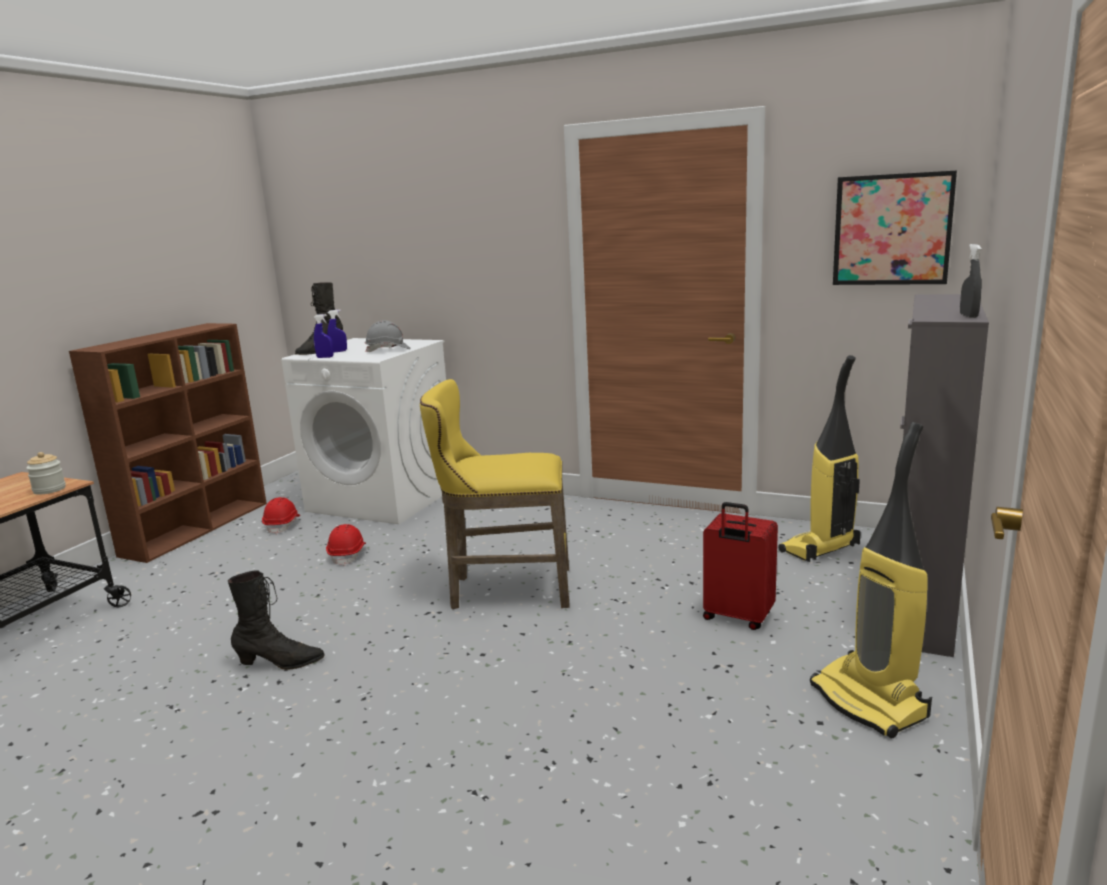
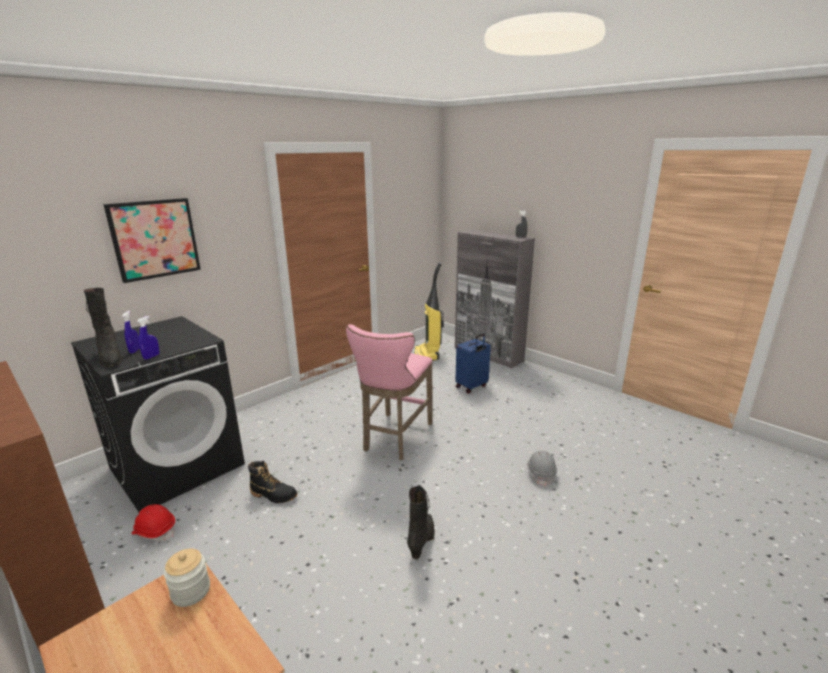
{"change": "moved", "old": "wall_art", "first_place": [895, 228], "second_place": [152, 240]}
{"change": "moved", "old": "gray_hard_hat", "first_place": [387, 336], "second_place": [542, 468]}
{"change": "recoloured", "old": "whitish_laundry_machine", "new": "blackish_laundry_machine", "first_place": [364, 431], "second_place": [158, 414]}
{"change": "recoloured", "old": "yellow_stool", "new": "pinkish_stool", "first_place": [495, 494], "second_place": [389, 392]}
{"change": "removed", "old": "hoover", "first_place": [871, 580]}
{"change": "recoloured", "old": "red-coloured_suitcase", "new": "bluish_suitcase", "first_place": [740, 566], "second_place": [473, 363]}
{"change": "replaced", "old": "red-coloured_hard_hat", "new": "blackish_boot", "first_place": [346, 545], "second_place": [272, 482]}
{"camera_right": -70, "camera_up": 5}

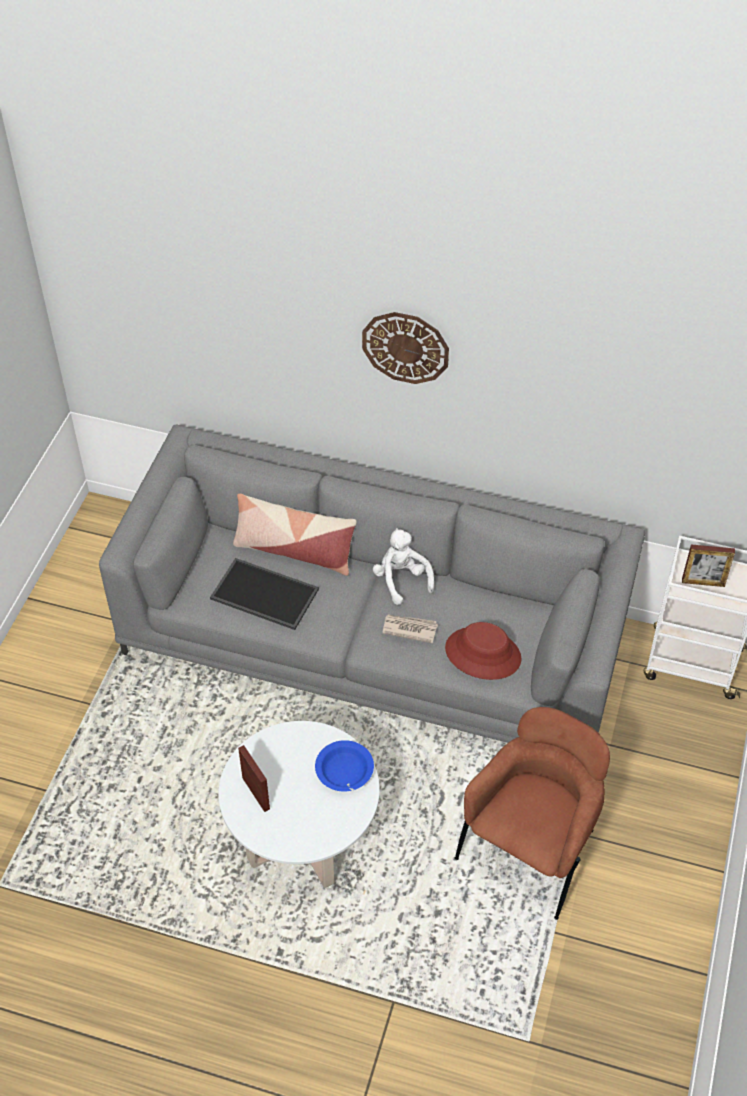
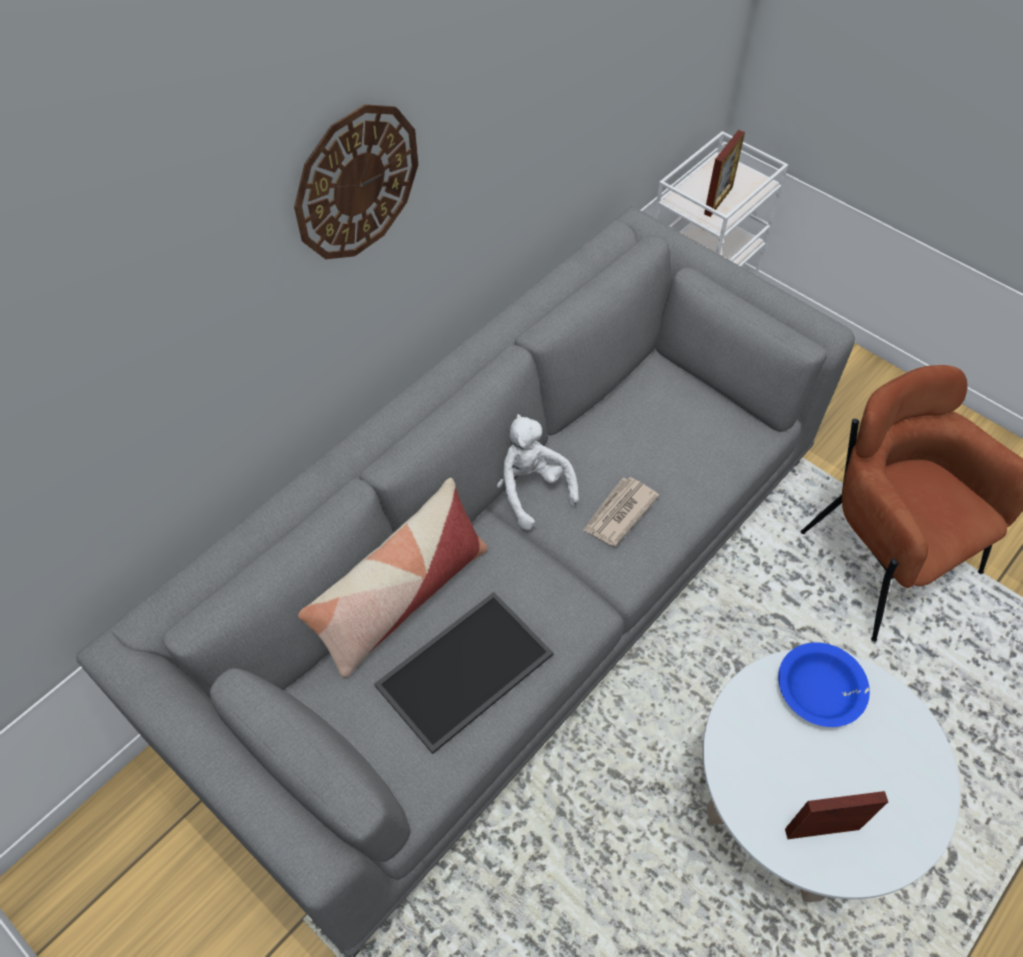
{"change": "turned", "old": "whitish_cuddly_toy", "first_place": [403, 566], "second_place": [538, 472], "degrees": 60}
{"change": "removed", "old": "red-coloured_clothing_hat", "first_place": [483, 651]}
{"camera_right": -65, "camera_up": 5}

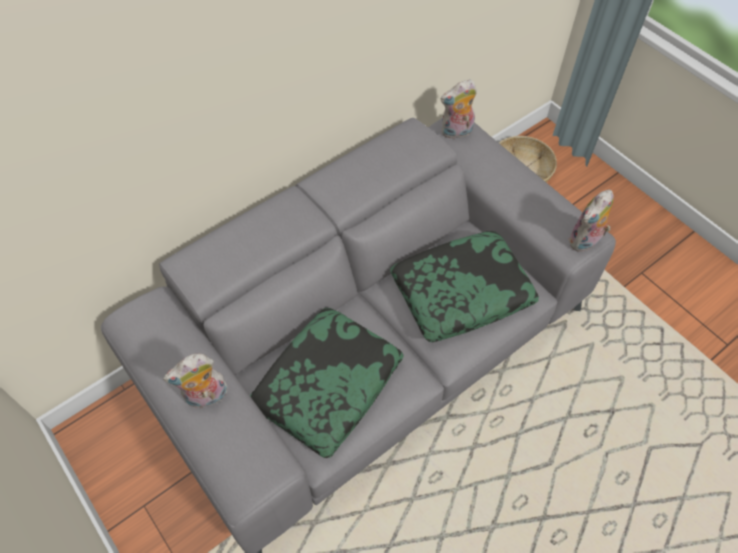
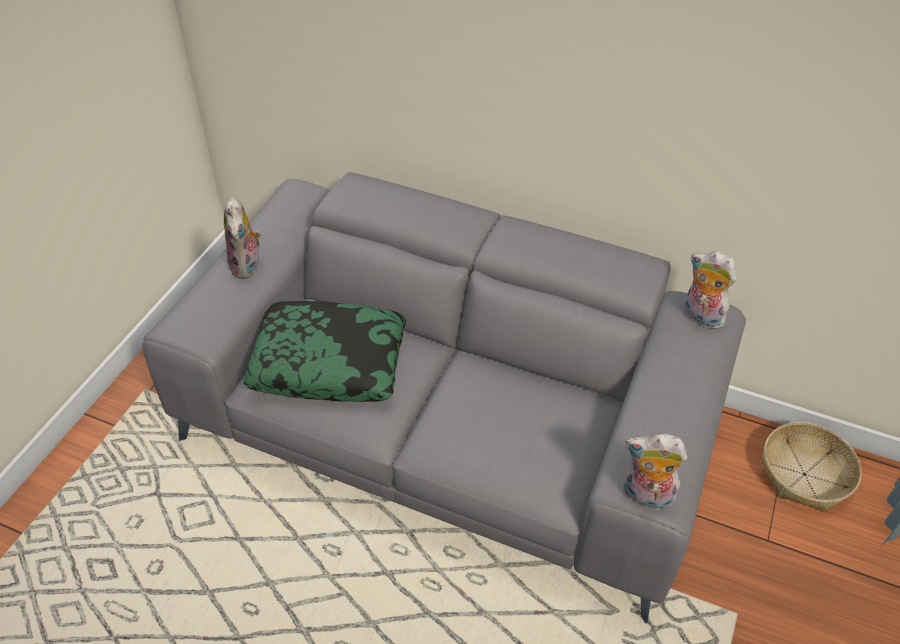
{"change": "removed", "old": "cushion", "first_place": [464, 286]}
{"change": "turned", "old": "cuddly_toy", "first_place": [195, 381], "second_place": [242, 238], "degrees": -135}
{"camera_right": 60, "camera_up": -10}

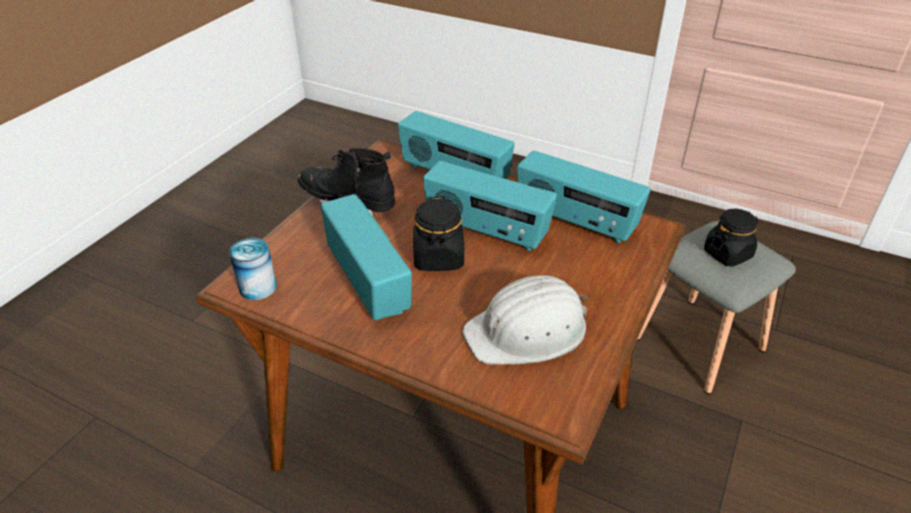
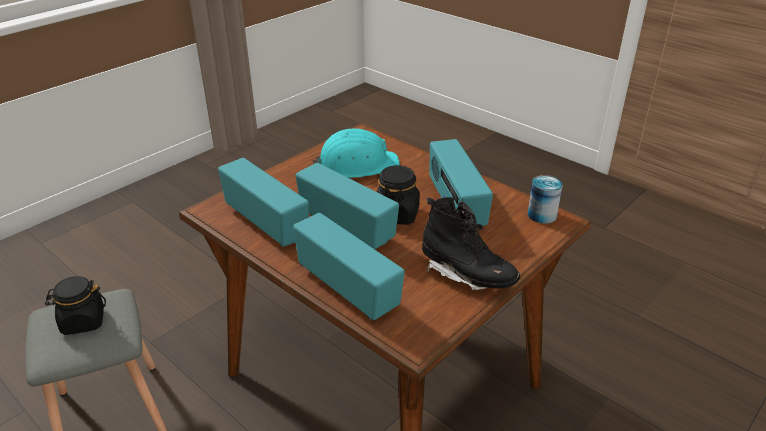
{"change": "recoloured", "old": "whitish_hard_hat", "new": "turquoise_hard_hat", "first_place": [524, 319], "second_place": [356, 153]}
{"camera_right": -165, "camera_up": -5}

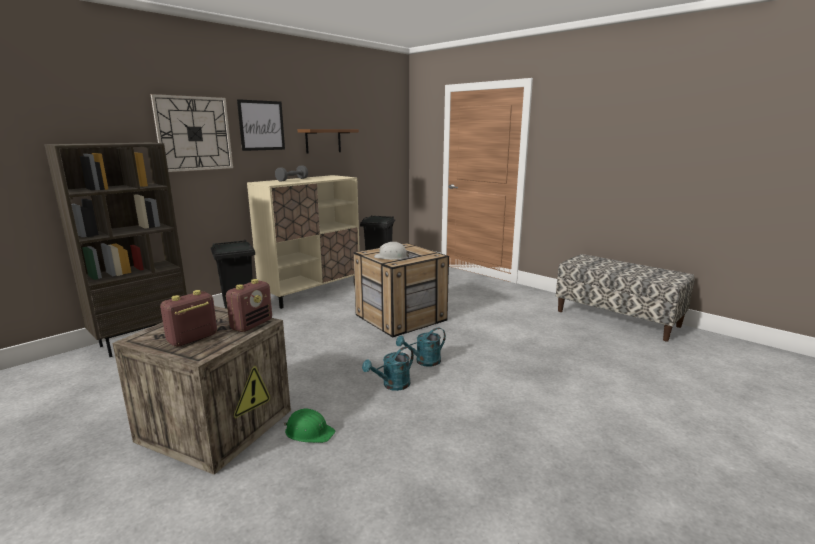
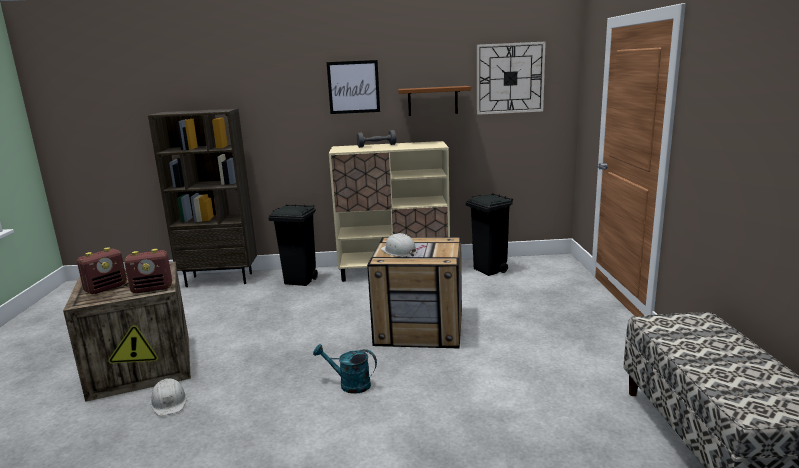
{"change": "moved", "old": "clock_on_the_wall", "first_place": [192, 133], "second_place": [511, 78]}
{"change": "turned", "old": "radio_receiver", "first_place": [188, 318], "second_place": [102, 270], "degrees": 135}
{"change": "removed", "old": "turquoise_watering_pot", "first_place": [388, 368]}
{"change": "recoloured", "old": "greenish_hard_hat", "new": "whitish_hard_hat", "first_place": [309, 426], "second_place": [168, 397]}
{"camera_right": 45, "camera_up": 0}

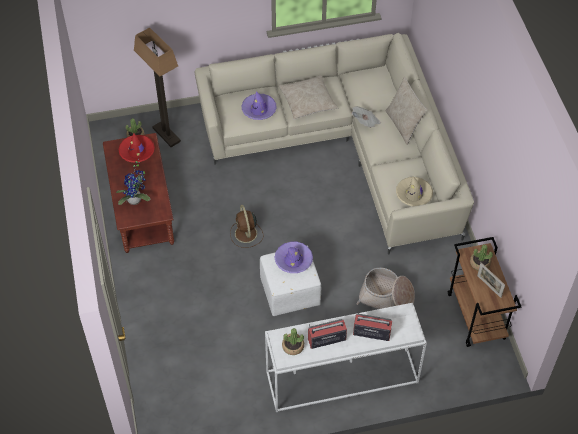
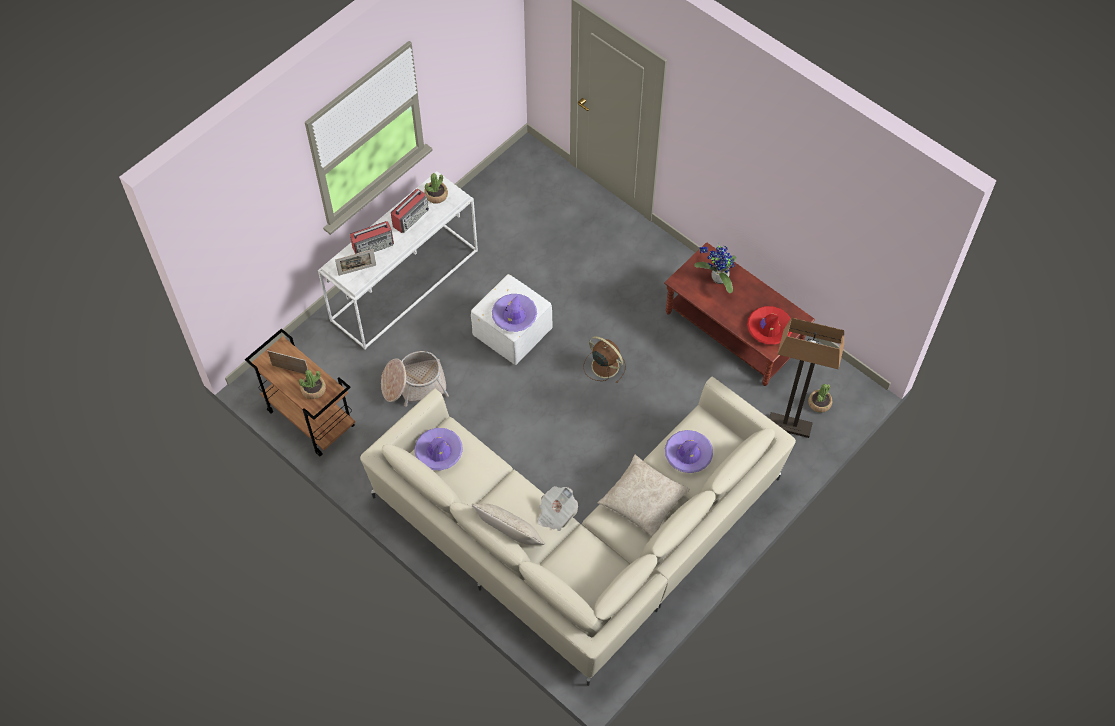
{"change": "recoloured", "old": "sand-coloured_clothing_hat", "new": "purple_clothing_hat", "first_place": [414, 191], "second_place": [439, 449]}
{"change": "added", "new": "photo_frame", "second_place": [355, 262]}
{"camera_right": 145, "camera_up": 5}

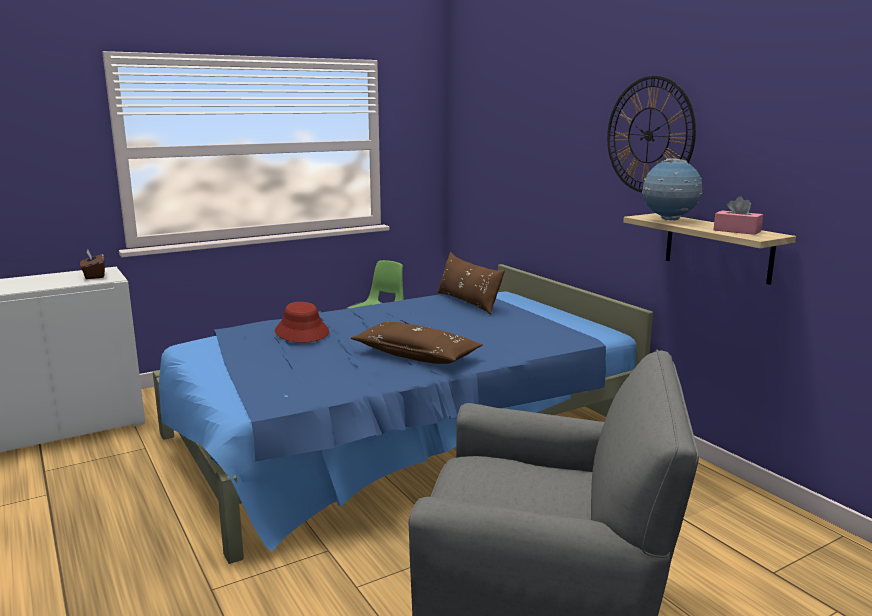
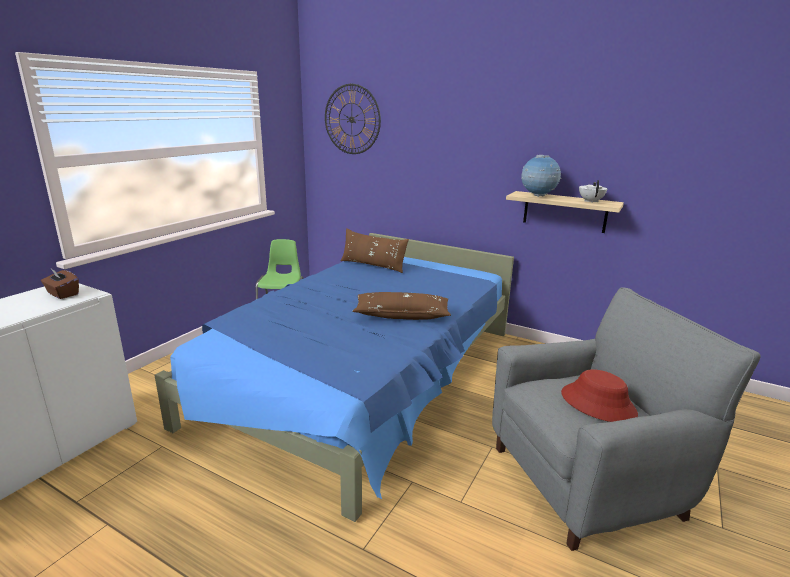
{"change": "moved", "old": "clock_on_the_wall", "first_place": [651, 134], "second_place": [353, 119]}
{"change": "replaced", "old": "pinkish_tissue_holder", "new": "whitish_teapot", "first_place": [738, 215], "second_place": [593, 191]}
{"change": "moved", "old": "red-coloured_clothing_hat", "first_place": [302, 322], "second_place": [599, 395]}
{"camera_right": -30, "camera_up": 5}

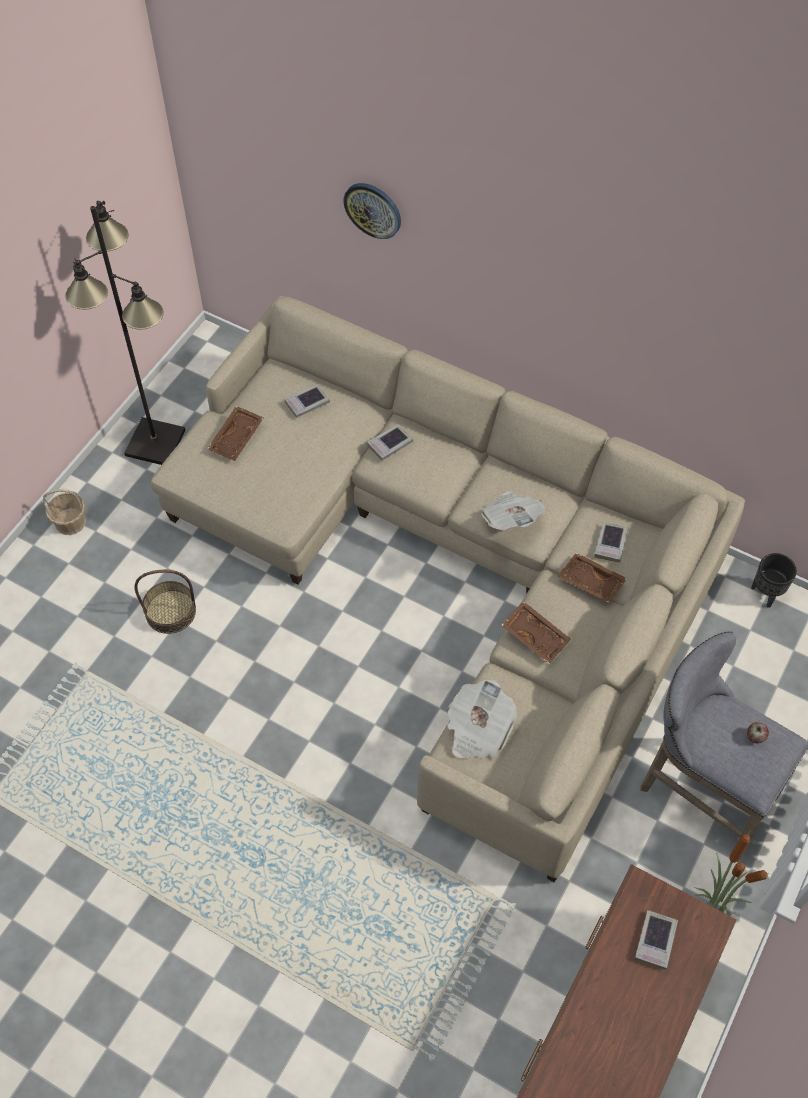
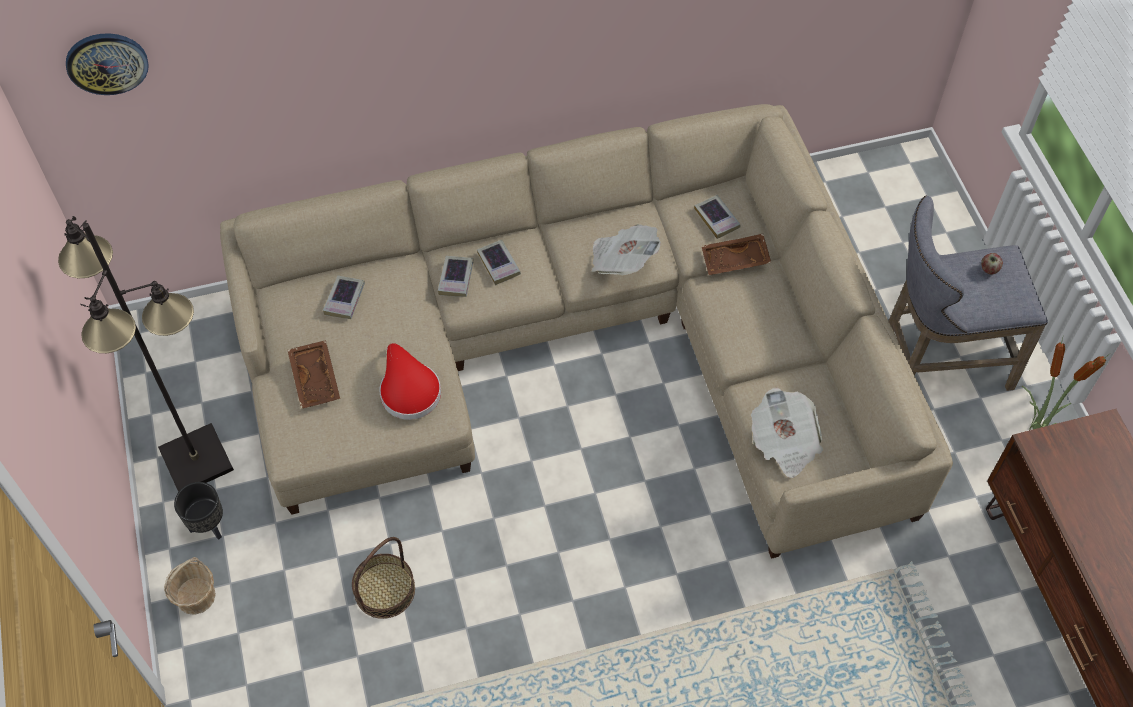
{"change": "moved", "old": "clock_on_the_wall", "first_place": [372, 211], "second_place": [107, 64]}
{"change": "moved", "old": "blackish_planter", "first_place": [774, 580], "second_place": [198, 511]}
{"change": "removed", "old": "brown_carrying_tray", "first_place": [536, 632]}
{"change": "moved", "old": "volume", "first_place": [656, 940], "second_place": [499, 262]}
{"change": "added", "new": "red-coloured_clothing_hat", "second_place": [410, 381]}
{"camera_right": -45, "camera_up": 0}

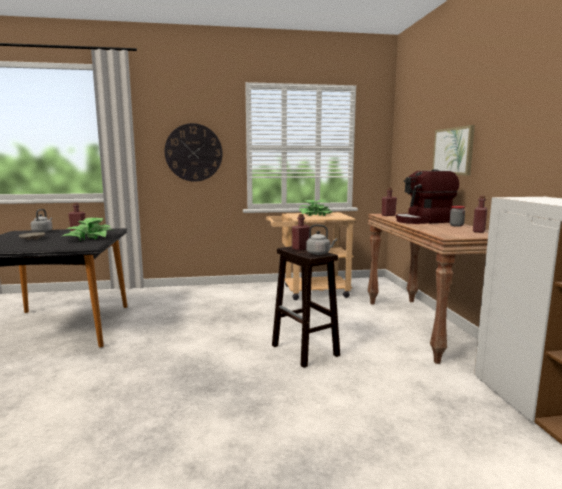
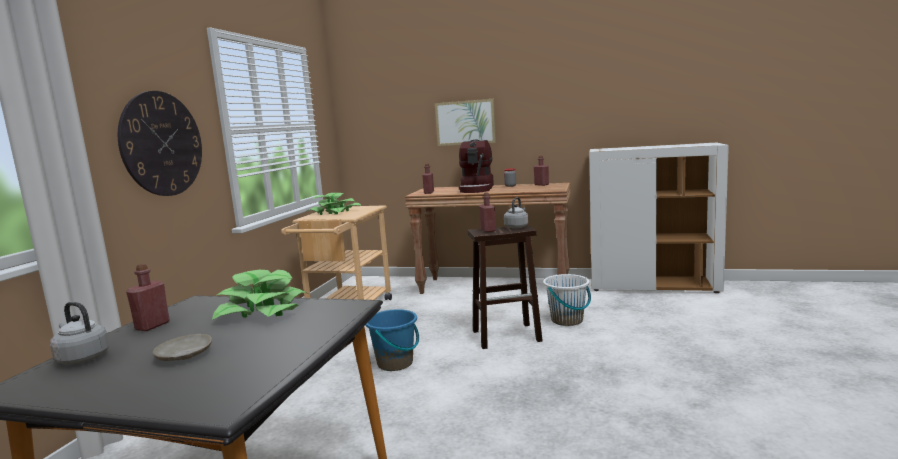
{"change": "added", "new": "whitish_bucket", "second_place": [567, 300]}
{"change": "added", "new": "bluish_bucket", "second_place": [392, 340]}
{"camera_right": -65, "camera_up": 0}

